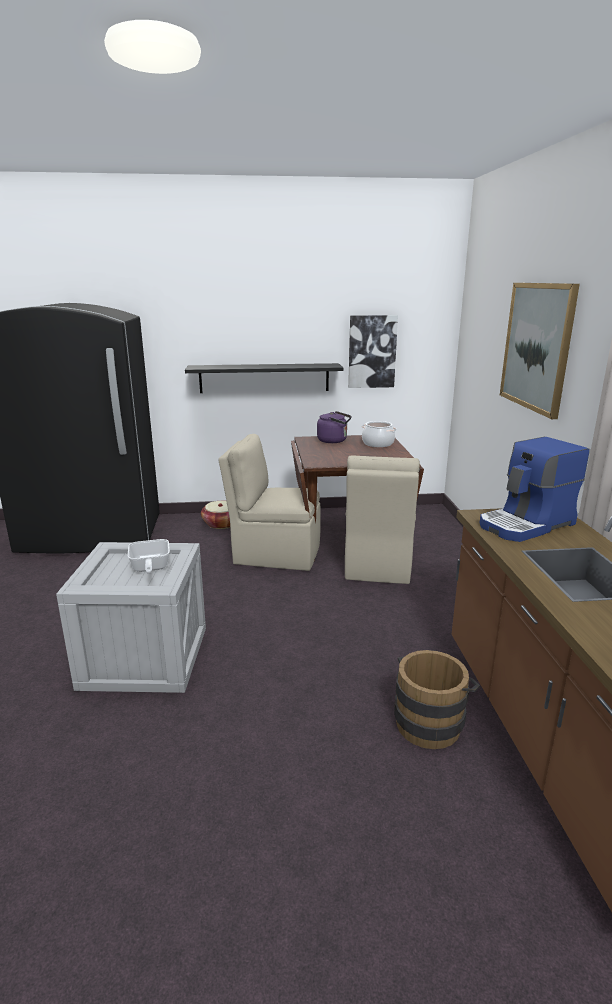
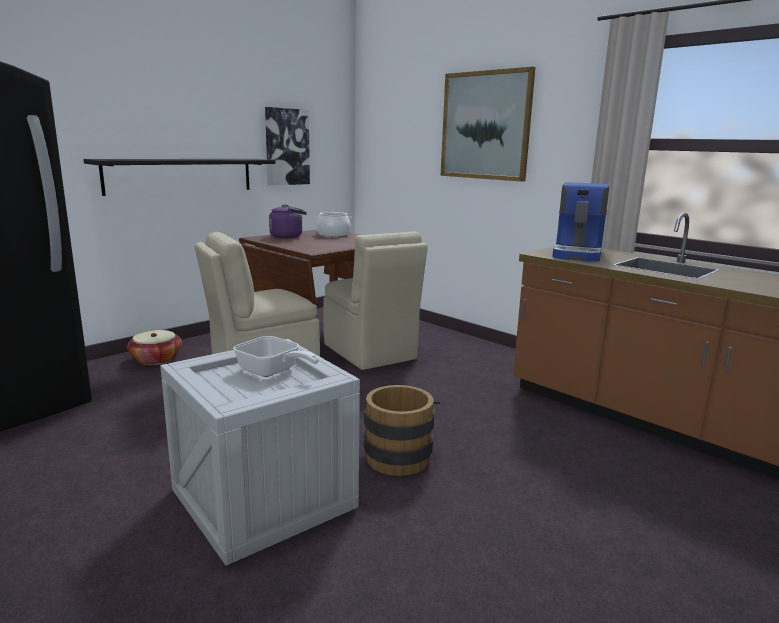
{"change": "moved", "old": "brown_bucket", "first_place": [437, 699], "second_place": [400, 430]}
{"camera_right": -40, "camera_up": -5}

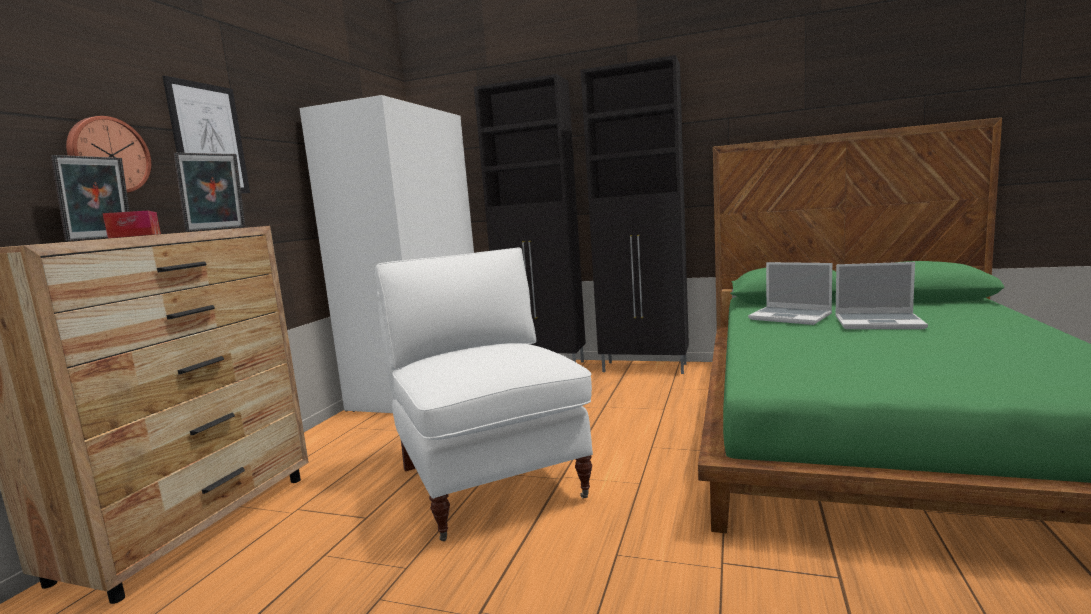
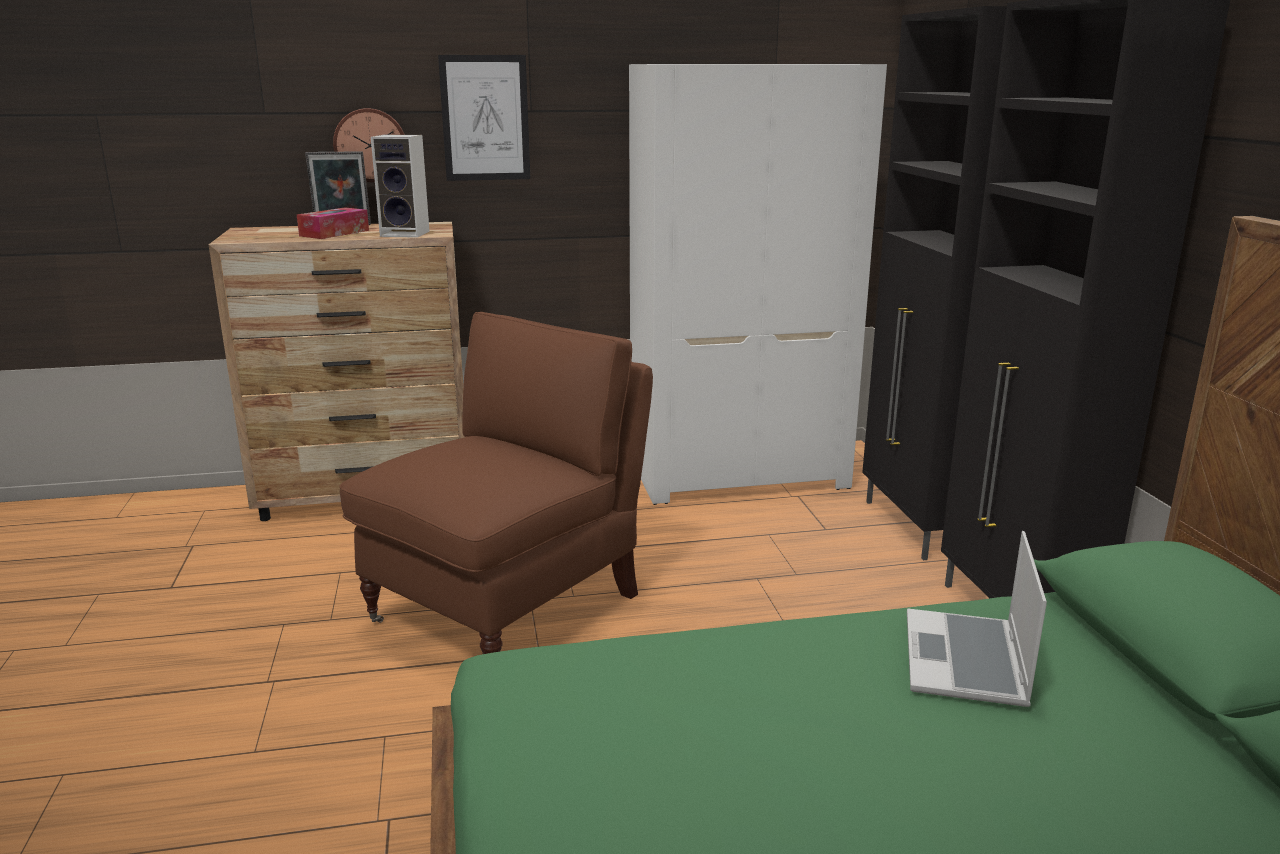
{"change": "replaced", "old": "photo_frame", "new": "speaker", "first_place": [209, 192], "second_place": [400, 186]}
{"change": "recoloured", "old": "whitish_easy_chair", "new": "brown_easy_chair", "first_place": [484, 394], "second_place": [496, 483]}
{"change": "removed", "old": "laptop", "first_place": [881, 295]}
{"camera_right": 60, "camera_up": 10}

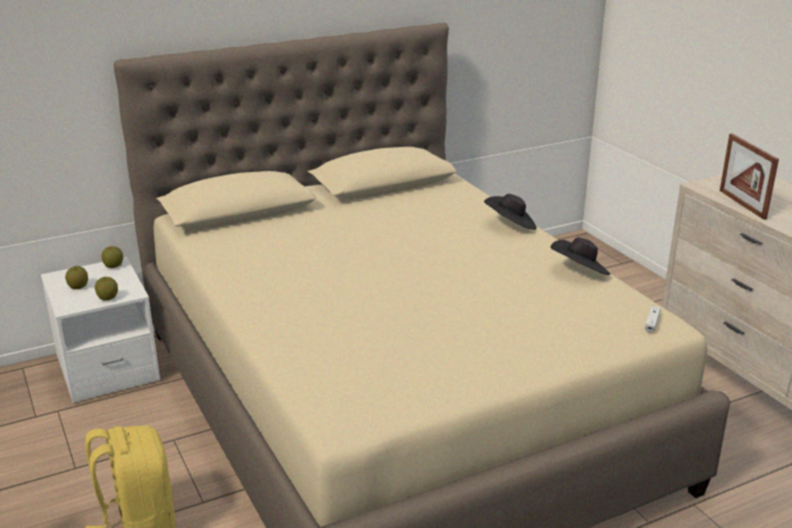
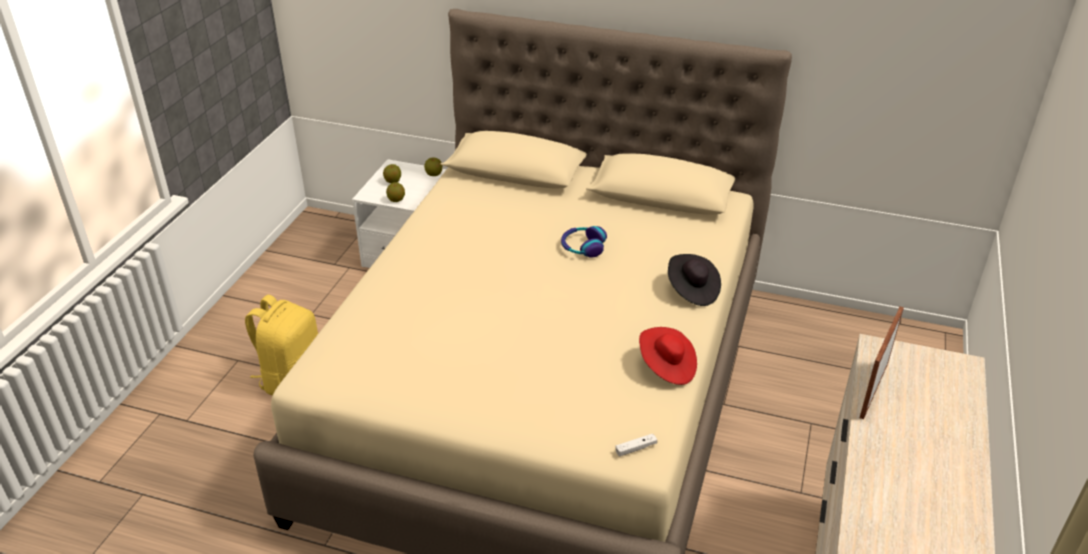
{"change": "recoloured", "old": "blackish_clothing_hat", "new": "red-coloured_clothing_hat", "first_place": [580, 256], "second_place": [668, 356]}
{"change": "added", "new": "pair_of_headphones", "second_place": [584, 242]}
{"camera_right": 45, "camera_up": 10}

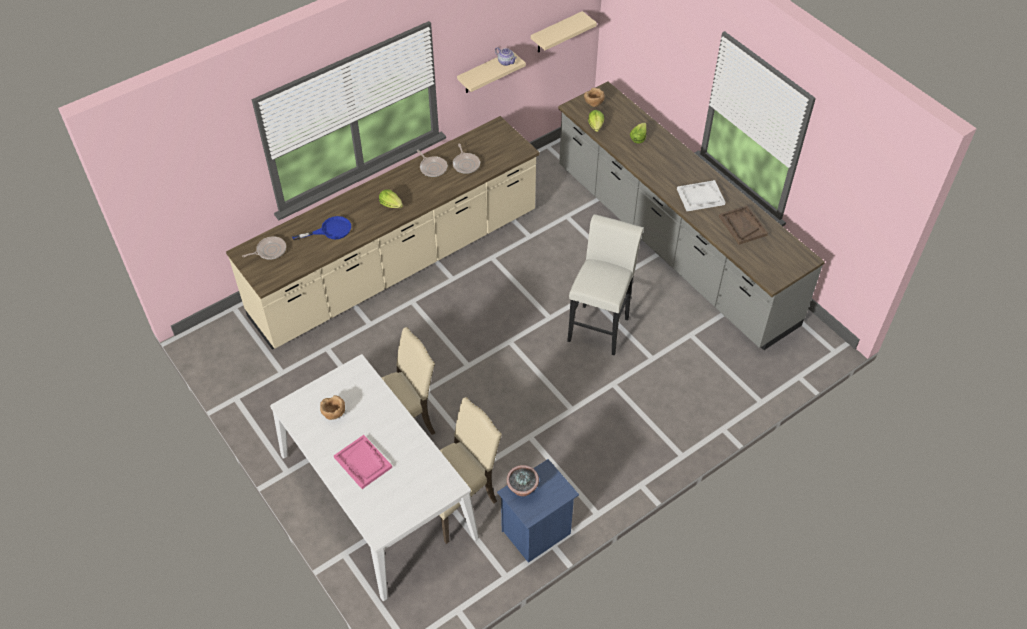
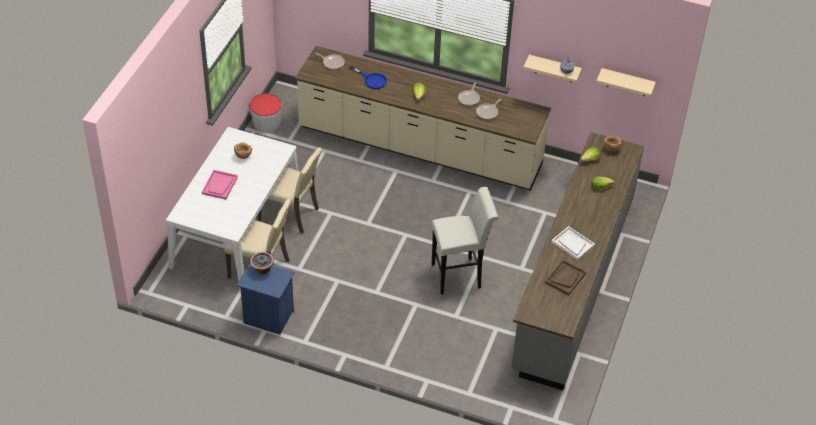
{"change": "added", "new": "bucket", "second_place": [265, 112]}
{"camera_right": 55, "camera_up": -5}

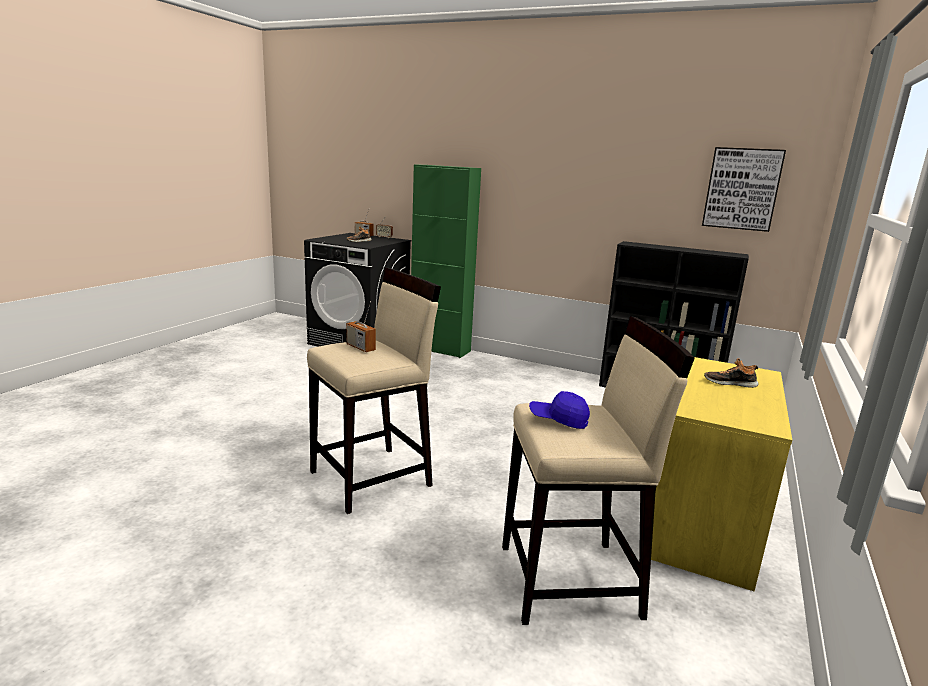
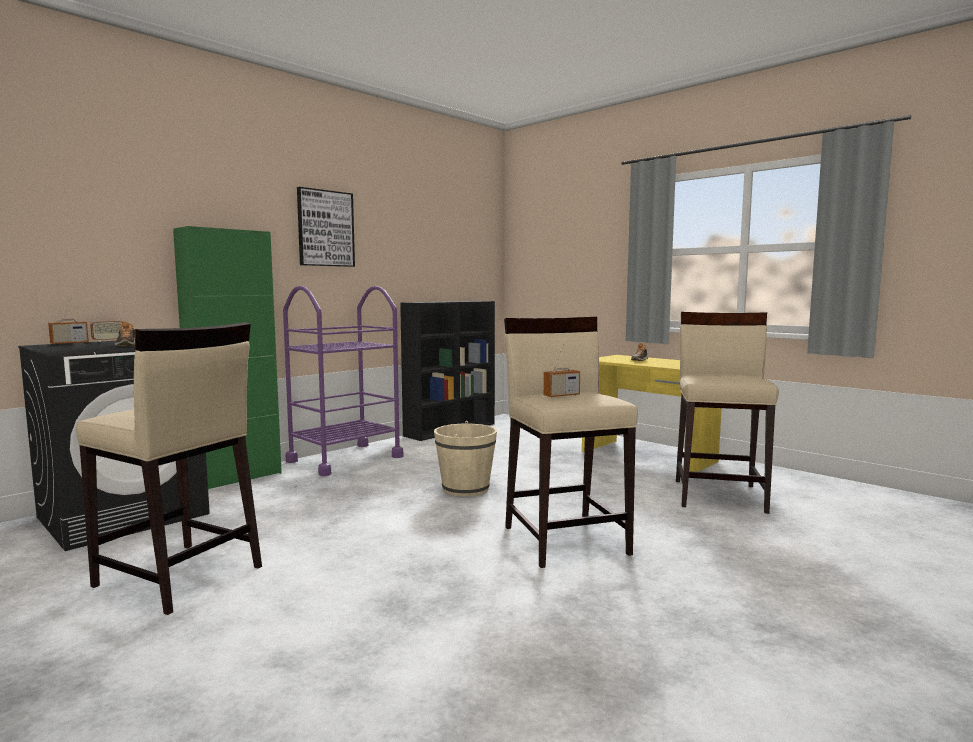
{"change": "moved", "old": "wall_art", "first_place": [744, 189], "second_place": [326, 227]}
{"change": "removed", "old": "bluish_peaked_cap", "first_place": [559, 410]}
{"change": "added", "new": "purple_trolley", "second_place": [343, 381]}
{"change": "added", "new": "sand-coloured_stool", "second_place": [169, 468]}
{"change": "added", "new": "sand-coloured_bucket", "second_place": [465, 459]}
{"camera_right": -70, "camera_up": -10}

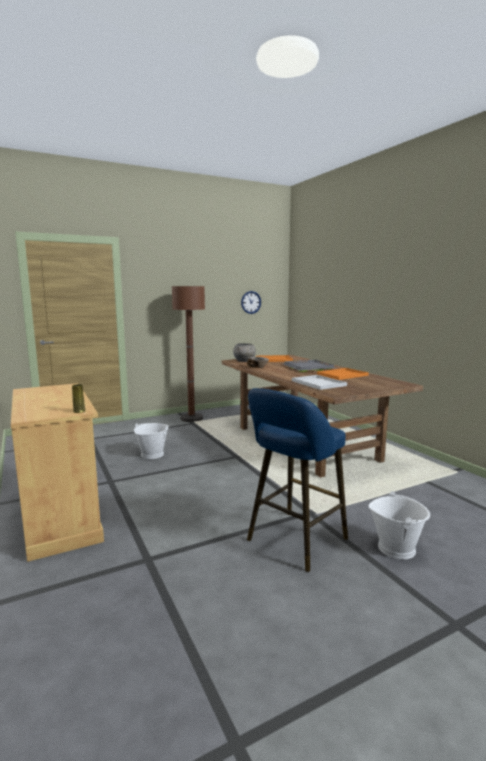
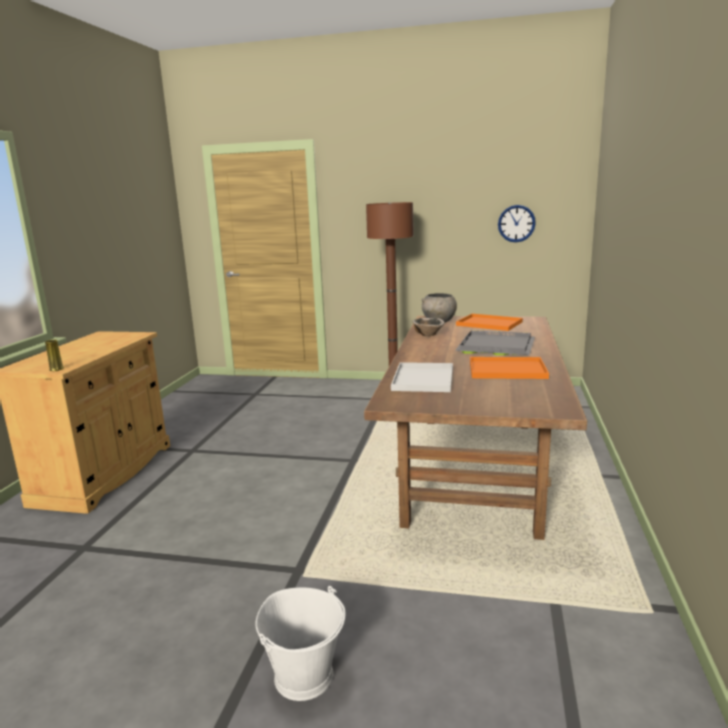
{"change": "removed", "old": "bluish_stool", "first_place": [297, 480]}
{"change": "removed", "old": "whitish_bucket", "first_place": [151, 441]}
{"camera_right": 40, "camera_up": 5}

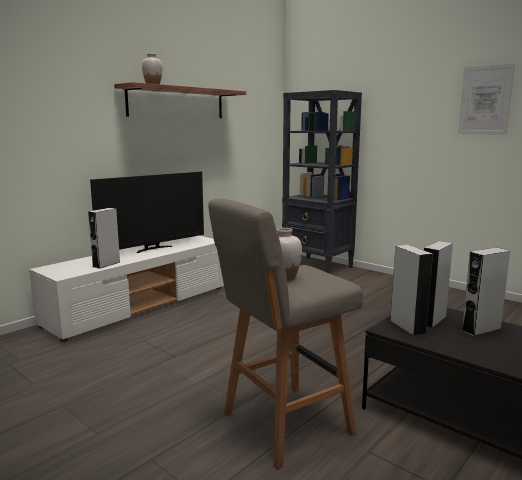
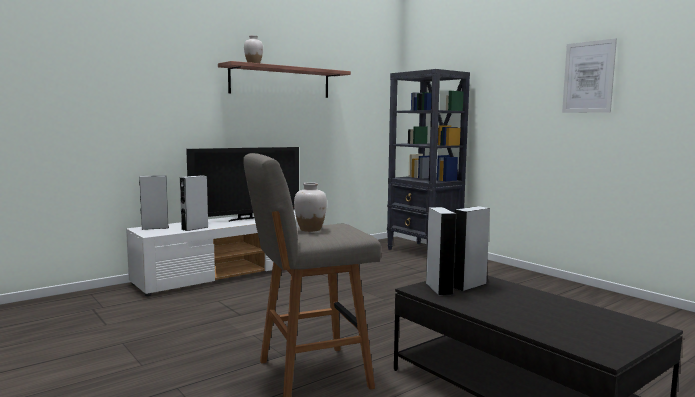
{"change": "moved", "old": "gray_speaker", "first_place": [485, 291], "second_place": [154, 202]}
{"camera_right": 10, "camera_up": -5}

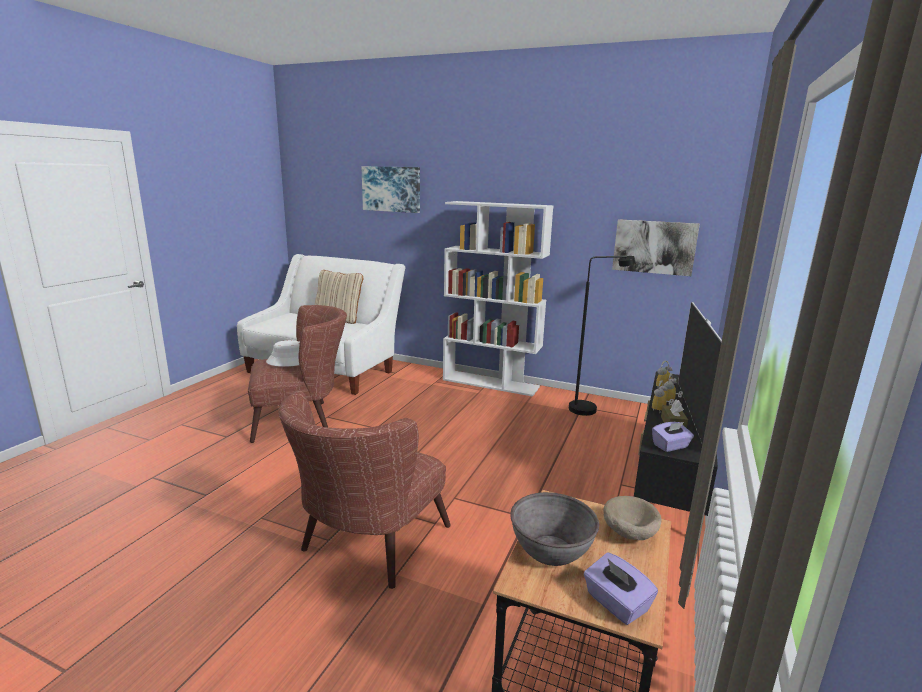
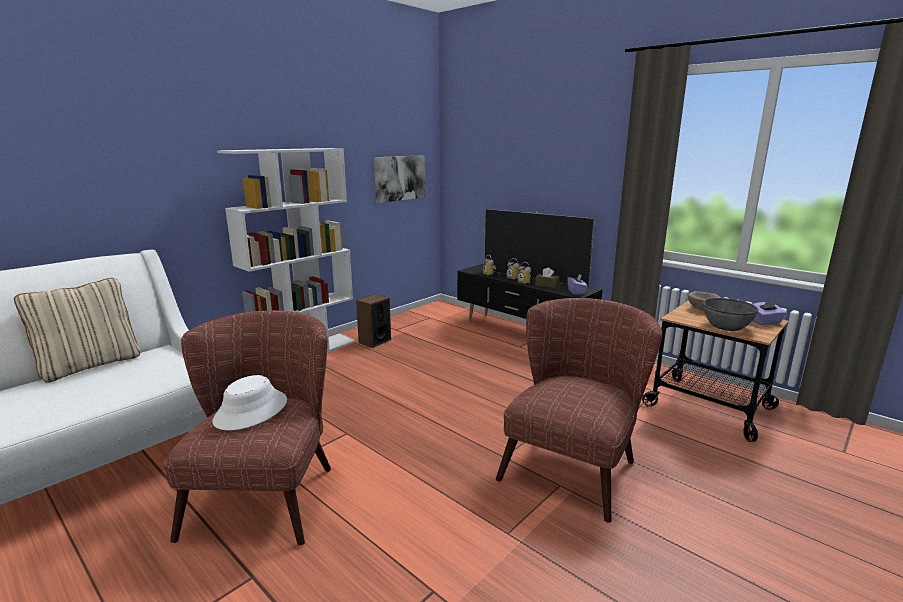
{"change": "removed", "old": "wall_art", "first_place": [390, 189]}
{"change": "removed", "old": "blackish_standard_lamp", "first_place": [602, 336]}
{"change": "turned", "old": "brown_easy_chair", "first_place": [364, 489], "second_place": [579, 410], "degrees": -105}
{"change": "added", "new": "speaker", "second_place": [373, 321]}
{"camera_right": -70, "camera_up": 0}

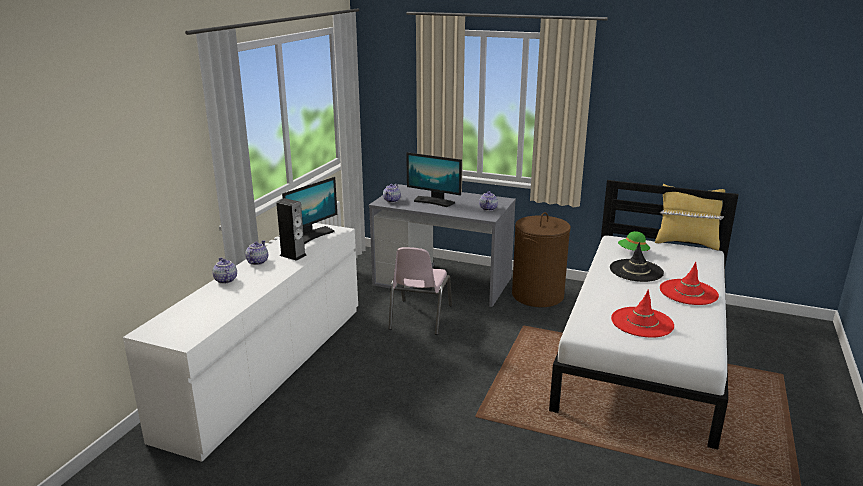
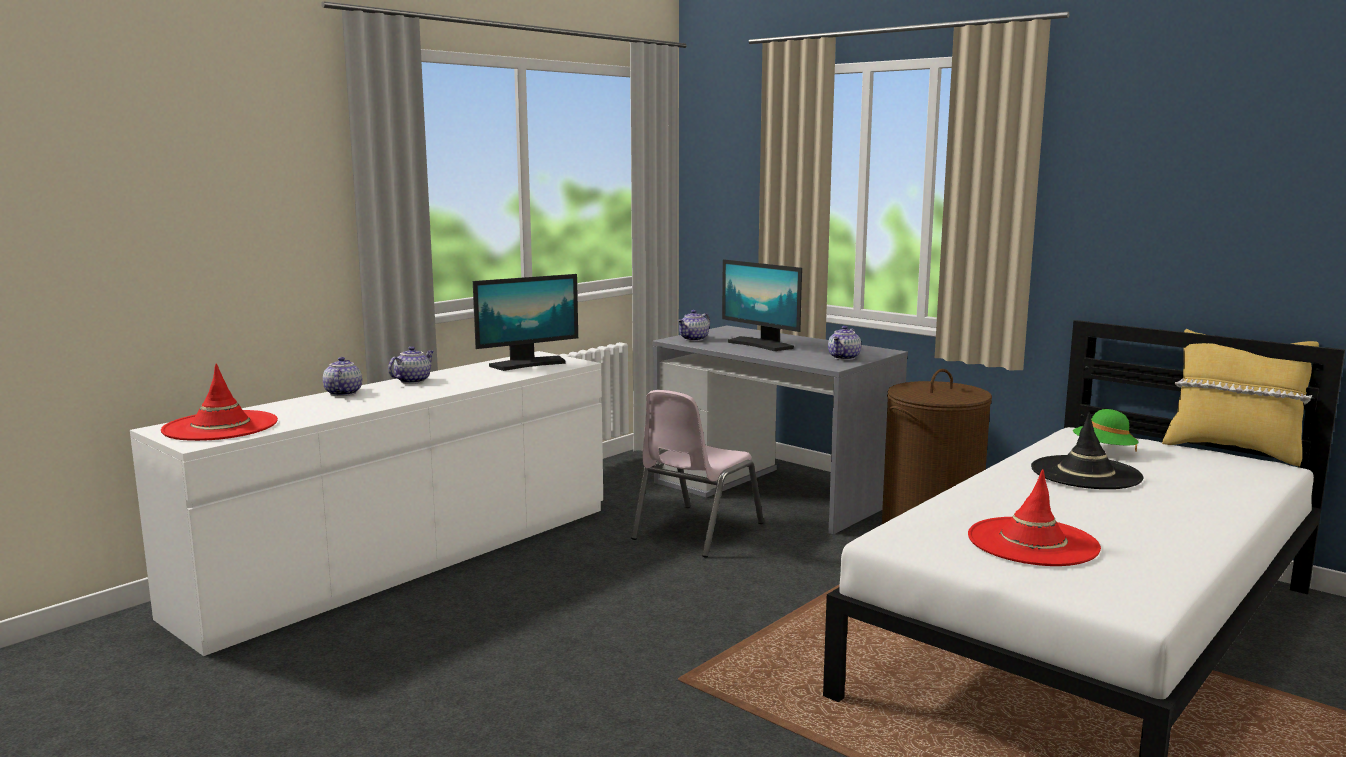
{"change": "removed", "old": "speaker", "first_place": [291, 229]}
{"change": "moved", "old": "red-coloured_clothing_hat", "first_place": [689, 283], "second_place": [219, 402]}
{"camera_right": 20, "camera_up": -10}

